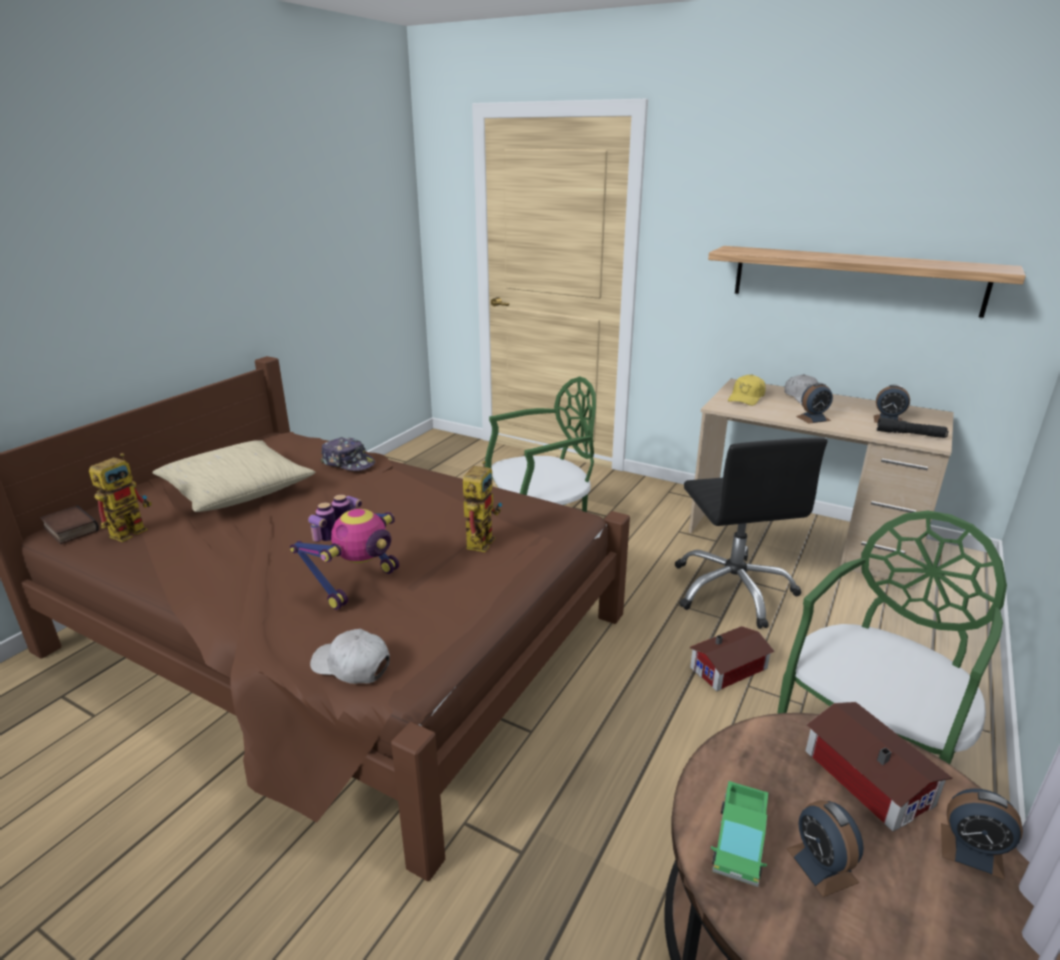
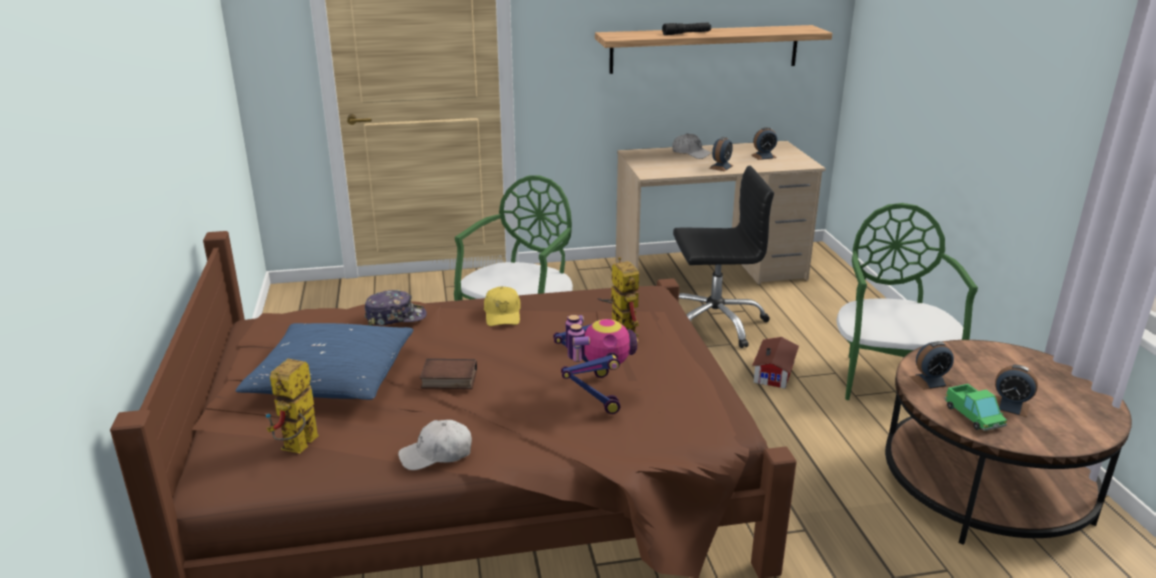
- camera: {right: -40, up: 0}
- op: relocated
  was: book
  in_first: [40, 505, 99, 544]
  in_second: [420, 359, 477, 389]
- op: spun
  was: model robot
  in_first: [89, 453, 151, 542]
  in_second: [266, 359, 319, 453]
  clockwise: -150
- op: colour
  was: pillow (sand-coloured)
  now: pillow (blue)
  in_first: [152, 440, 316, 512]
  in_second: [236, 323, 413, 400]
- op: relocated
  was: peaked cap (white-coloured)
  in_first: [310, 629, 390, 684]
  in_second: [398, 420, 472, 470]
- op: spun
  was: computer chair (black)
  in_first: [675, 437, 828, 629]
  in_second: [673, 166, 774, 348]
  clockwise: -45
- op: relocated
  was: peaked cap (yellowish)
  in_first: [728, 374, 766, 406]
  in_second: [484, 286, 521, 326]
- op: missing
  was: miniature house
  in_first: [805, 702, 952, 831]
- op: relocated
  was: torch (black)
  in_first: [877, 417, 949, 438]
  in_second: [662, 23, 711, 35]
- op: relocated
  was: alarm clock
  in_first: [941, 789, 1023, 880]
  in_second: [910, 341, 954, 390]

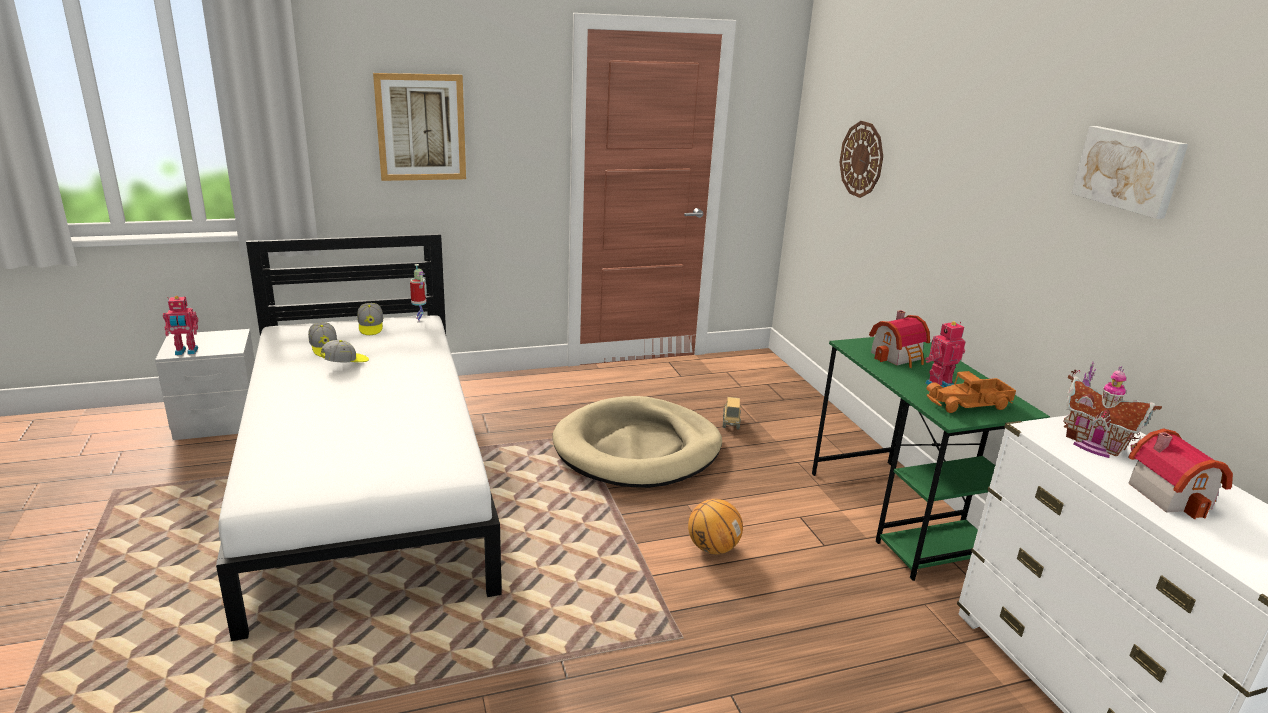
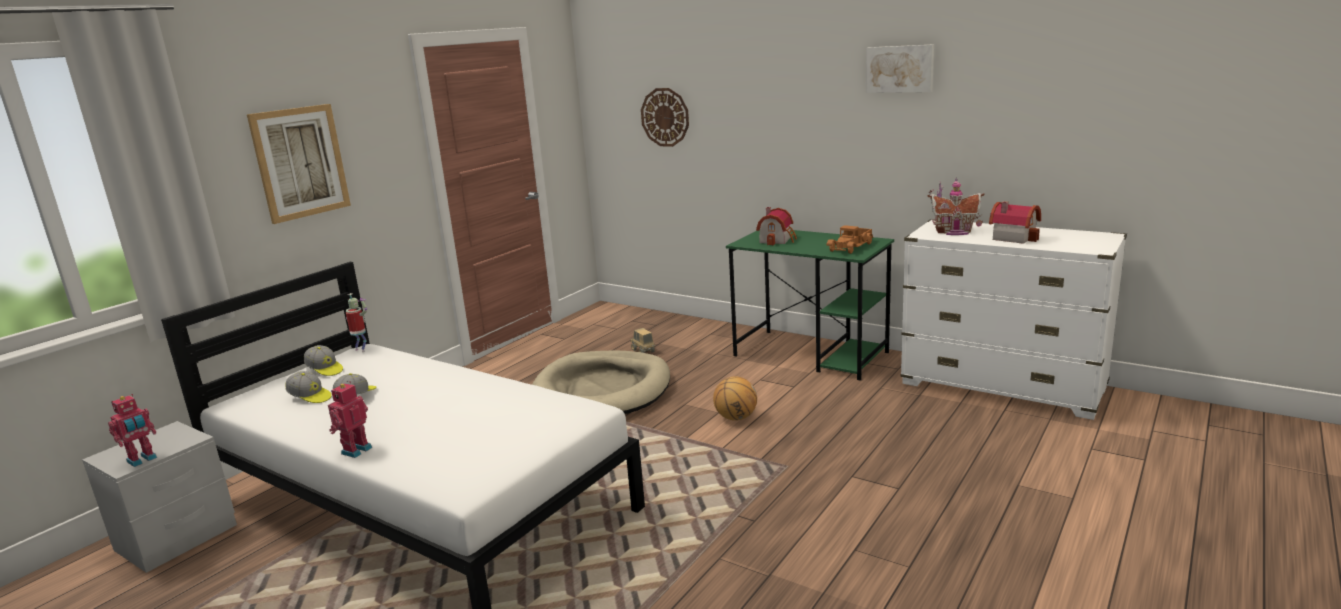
- camera: {right: -35, up: -5}
- op: relocated
  was: model robot
  in_first: [925, 321, 966, 388]
  in_second: [328, 381, 372, 458]

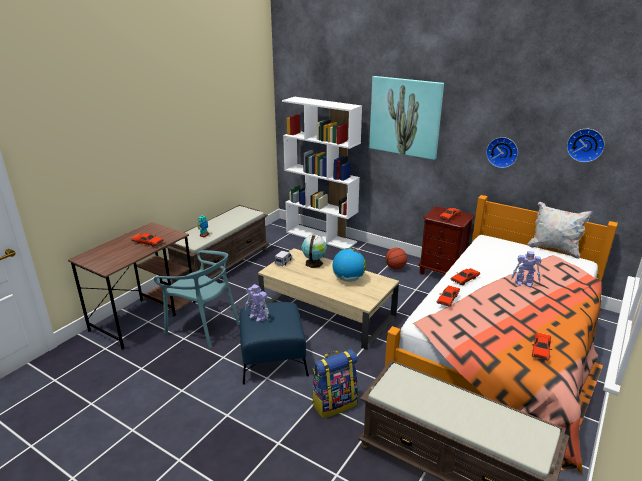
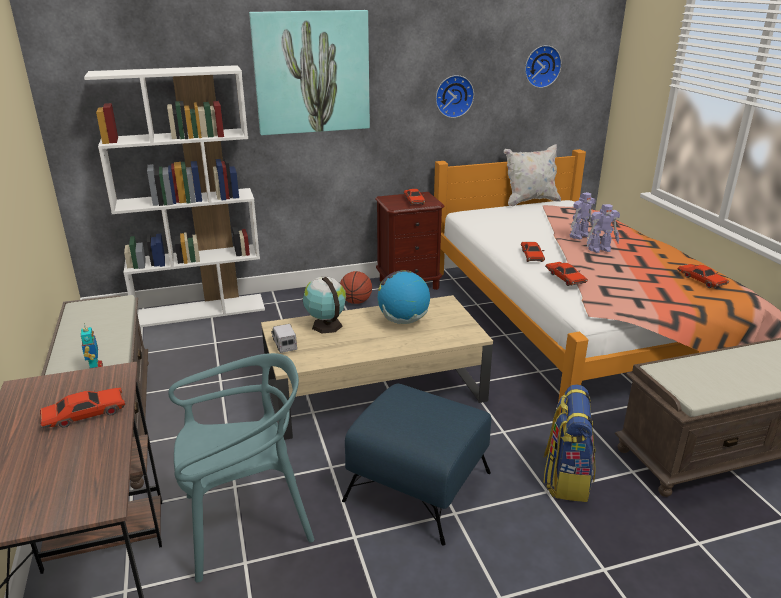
- camera: {right: -50, up: 0}
- op: relocated
  was: model robot
  in_first: [245, 284, 269, 322]
  in_second: [587, 204, 620, 253]

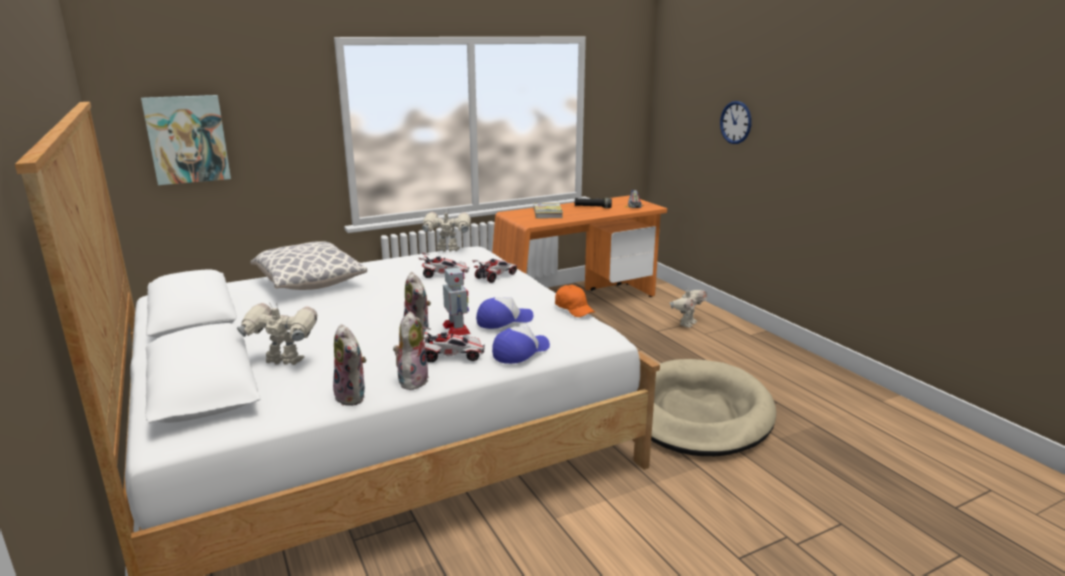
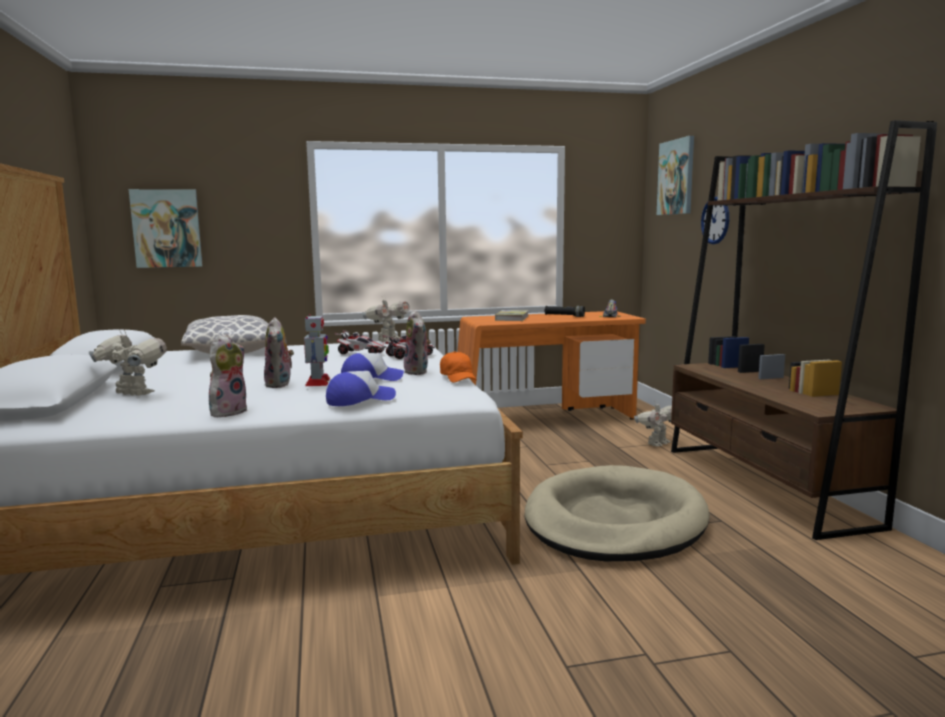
- camera: {right: 15, up: -10}
- op: relocated
  was: soft toy
  in_first: [333, 324, 366, 406]
  in_second: [404, 310, 431, 375]
- op: spun
  was: model robot
  in_first: [422, 212, 471, 252]
  in_second: [362, 297, 410, 342]
  clockwise: 105
- op: missing
  was: model car
  in_first: [423, 327, 485, 362]
- op: appeared
  now: picture
  in_second: [657, 136, 694, 215]
- op: appeared
  now: bookshelf (brown)
  in_second: [671, 120, 937, 540]

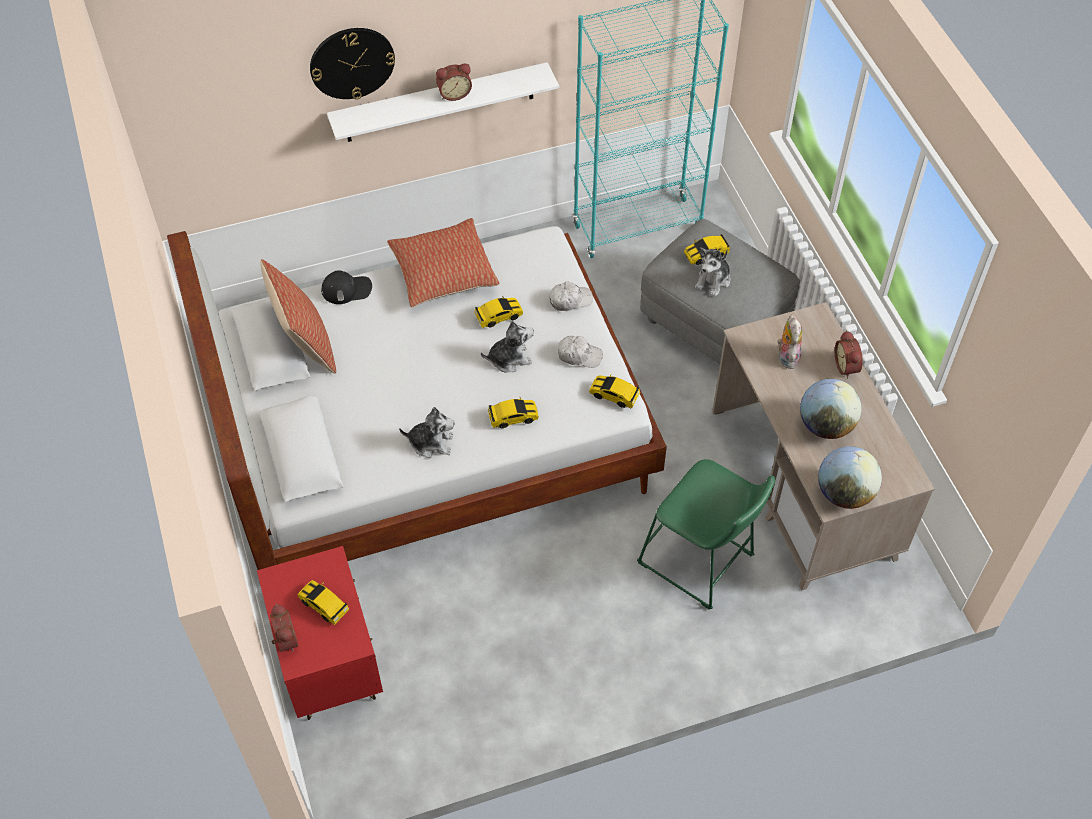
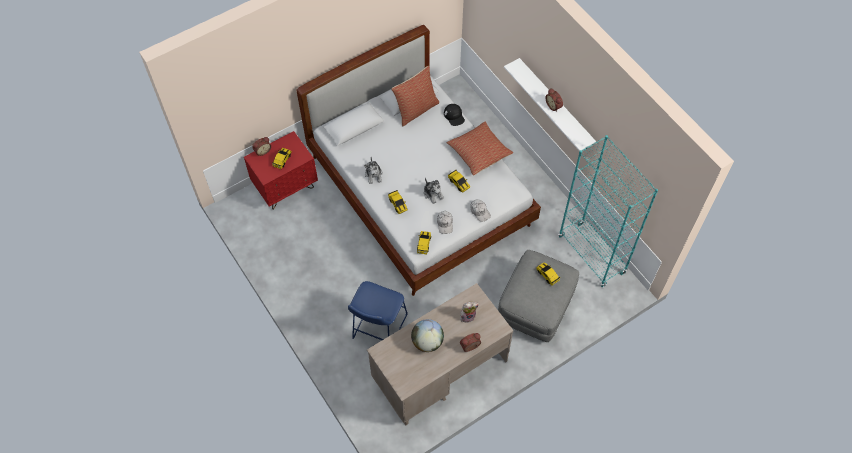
- camera: {right: 75, up: 5}
- op: missing
  was: hanging clock
  in_first: [310, 28, 395, 100]
- op: colour
  was: sitting stool (greenish)
  now: sitting stool (blue)
  in_first: [637, 459, 775, 610]
  in_second: [348, 281, 408, 340]
- op: missing
  was: soft toy
  in_first: [695, 247, 730, 297]
- op: missing
  was: world globe
  in_first: [818, 446, 882, 509]

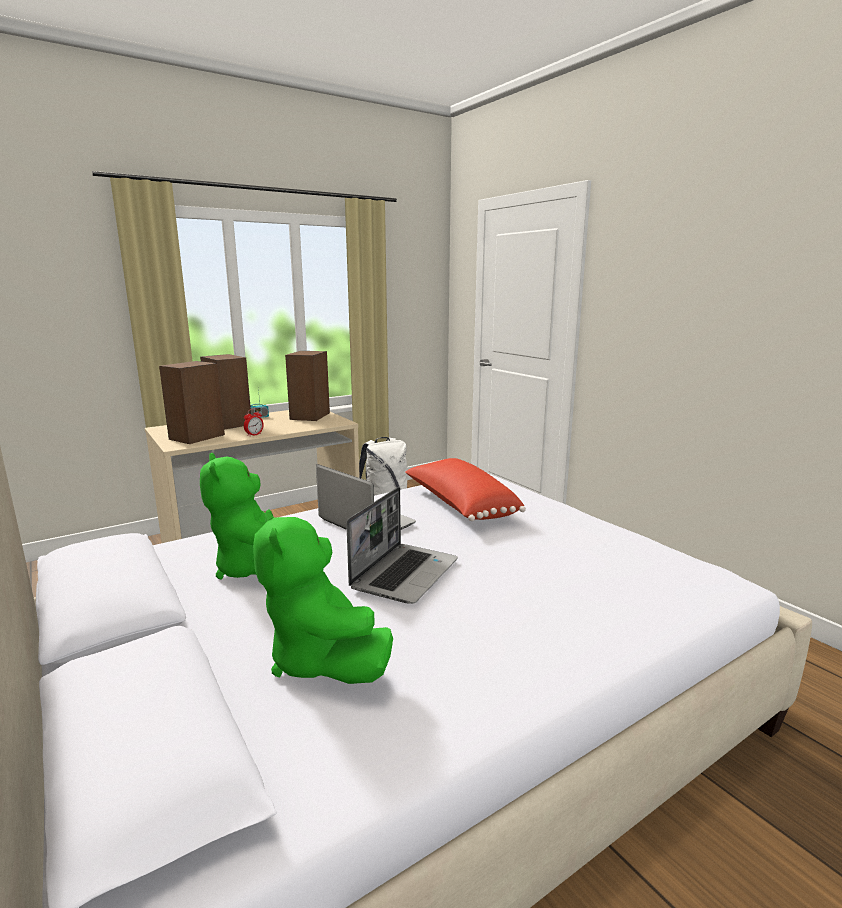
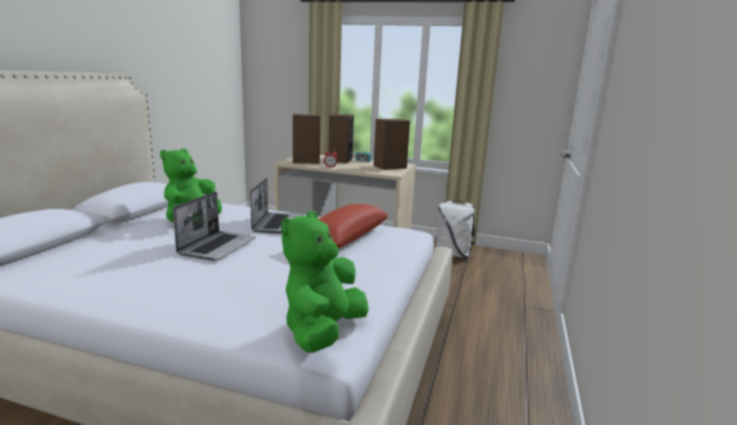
- camera: {right: 50, up: 0}
- op: relocated
  was: soft toy (greenish)
  in_first: [253, 509, 393, 684]
  in_second: [281, 211, 369, 353]
- op: spun
  was: portable computer
  in_first: [346, 487, 458, 604]
  in_second: [173, 192, 256, 261]
  clockwise: -60

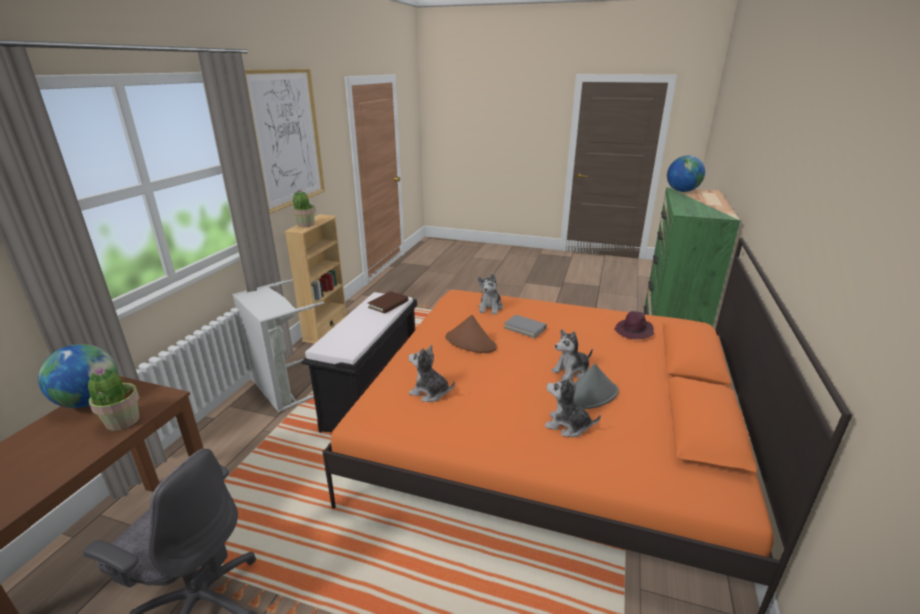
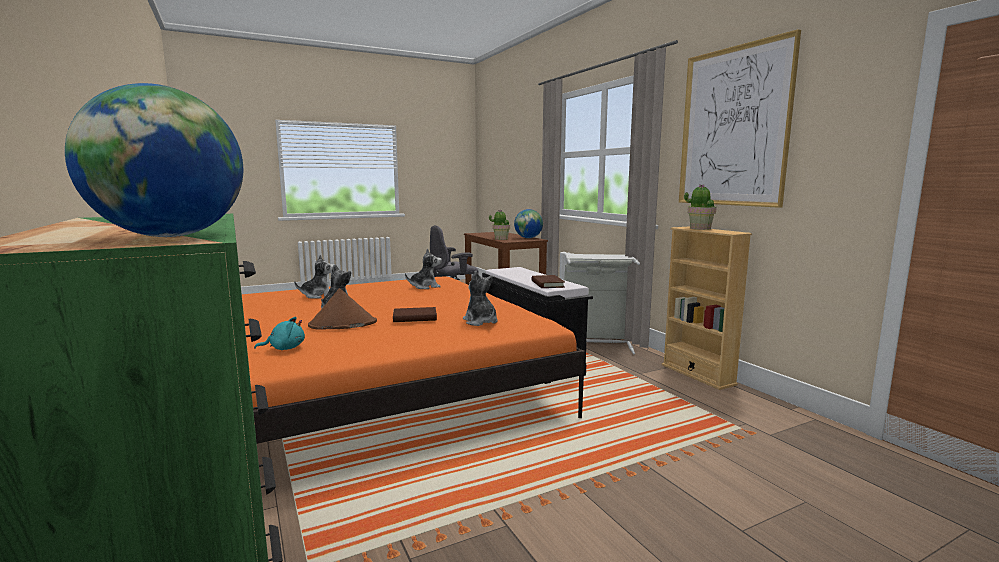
- camera: {right: 135, up: -15}
- op: relocated
  was: wearable hat (brown)
  in_first: [445, 315, 497, 353]
  in_second: [308, 288, 377, 330]
- op: colour
  was: book (greyish)
  now: book (brown)
  in_first: [504, 315, 547, 338]
  in_second: [393, 307, 437, 322]
- op: missing
  was: wearable hat (greyish)
  in_first: [573, 364, 619, 409]
- op: exchanged
  was: wearable hat (purplish)
  now: soft toy (blue-green)
  in_first: [614, 311, 654, 339]
  in_second: [254, 317, 305, 350]

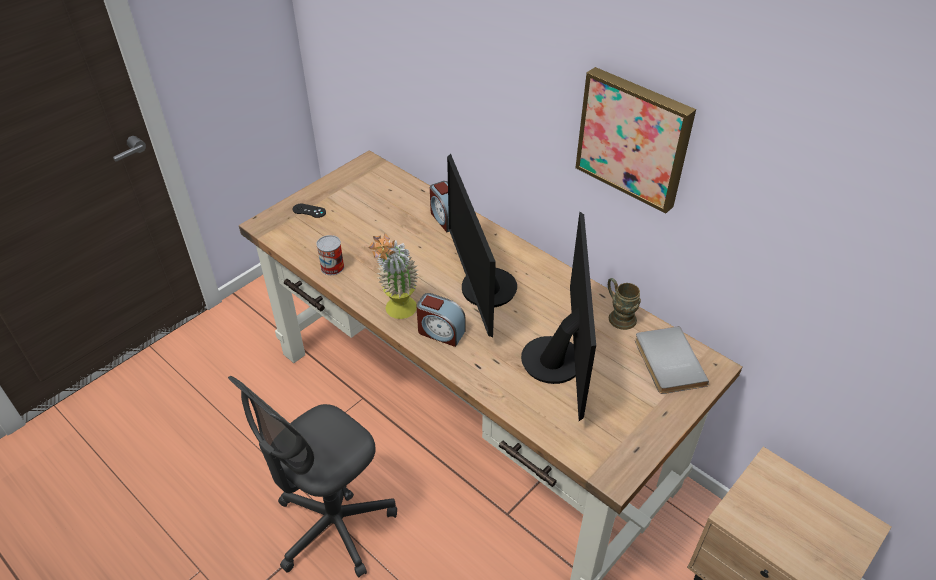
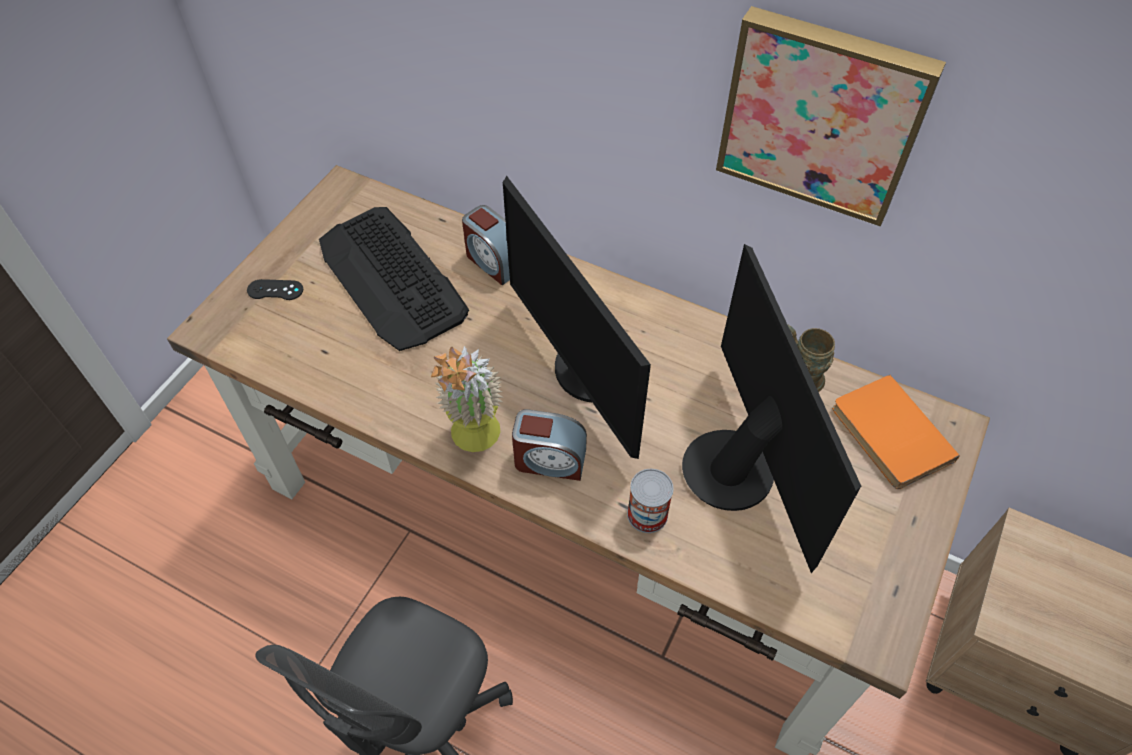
- camera: {right: -15, up: 10}
- op: relocated
  was: sealed can
  in_first: [316, 235, 344, 275]
  in_second: [627, 469, 674, 533]
- op: colour
  was: book (greyish)
  now: book (orange-coloured)
  in_first: [635, 326, 709, 394]
  in_second: [832, 375, 960, 489]
- op: appeared
  now: keyboard
  in_second: [319, 207, 469, 351]

